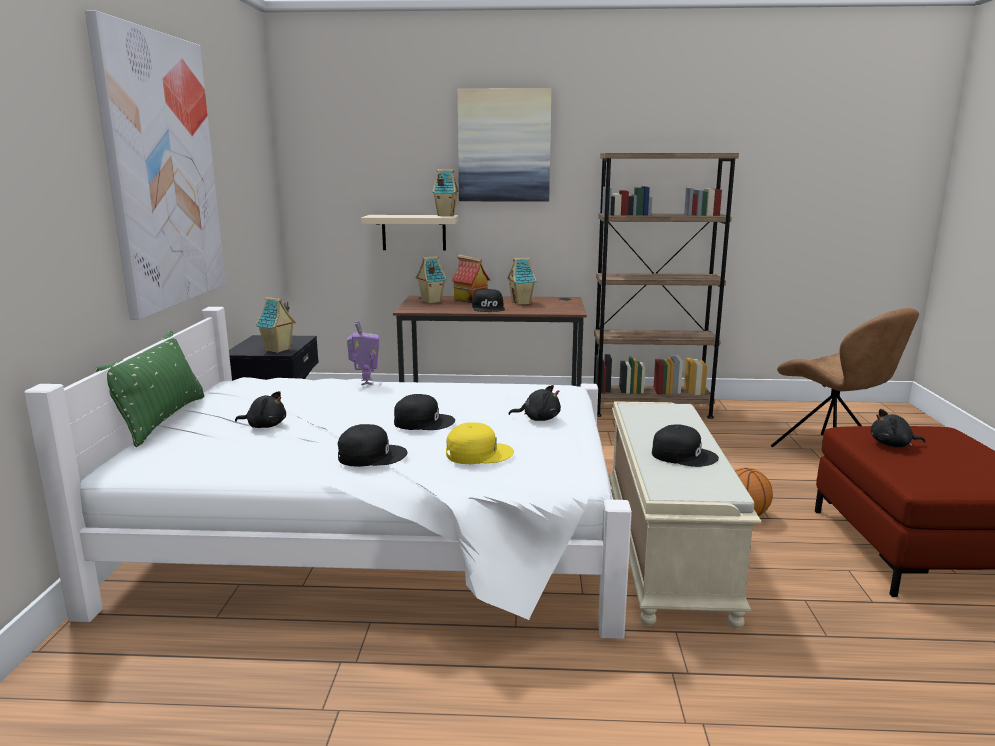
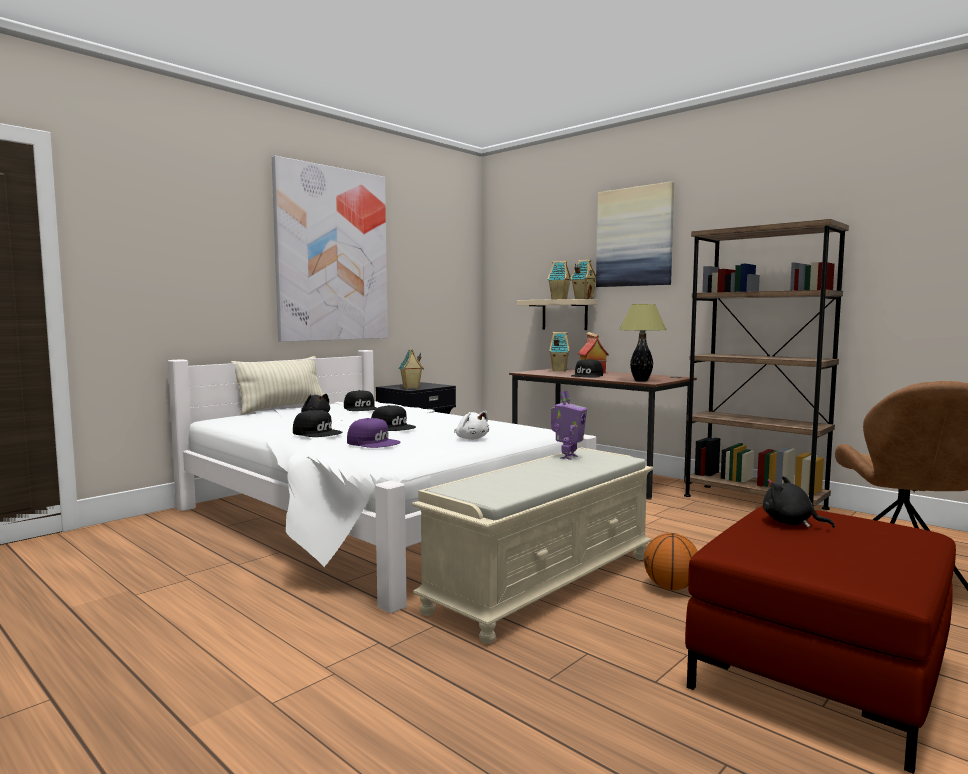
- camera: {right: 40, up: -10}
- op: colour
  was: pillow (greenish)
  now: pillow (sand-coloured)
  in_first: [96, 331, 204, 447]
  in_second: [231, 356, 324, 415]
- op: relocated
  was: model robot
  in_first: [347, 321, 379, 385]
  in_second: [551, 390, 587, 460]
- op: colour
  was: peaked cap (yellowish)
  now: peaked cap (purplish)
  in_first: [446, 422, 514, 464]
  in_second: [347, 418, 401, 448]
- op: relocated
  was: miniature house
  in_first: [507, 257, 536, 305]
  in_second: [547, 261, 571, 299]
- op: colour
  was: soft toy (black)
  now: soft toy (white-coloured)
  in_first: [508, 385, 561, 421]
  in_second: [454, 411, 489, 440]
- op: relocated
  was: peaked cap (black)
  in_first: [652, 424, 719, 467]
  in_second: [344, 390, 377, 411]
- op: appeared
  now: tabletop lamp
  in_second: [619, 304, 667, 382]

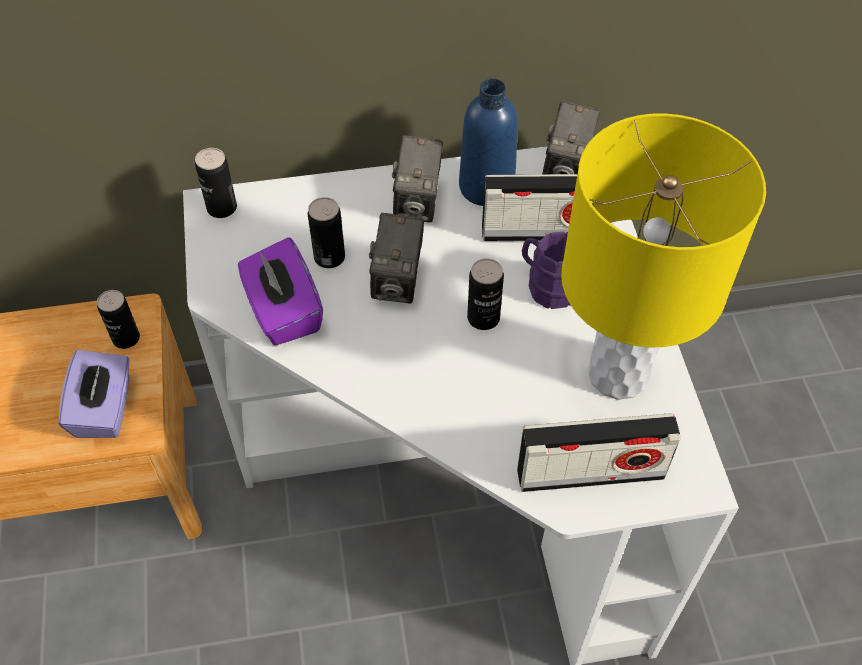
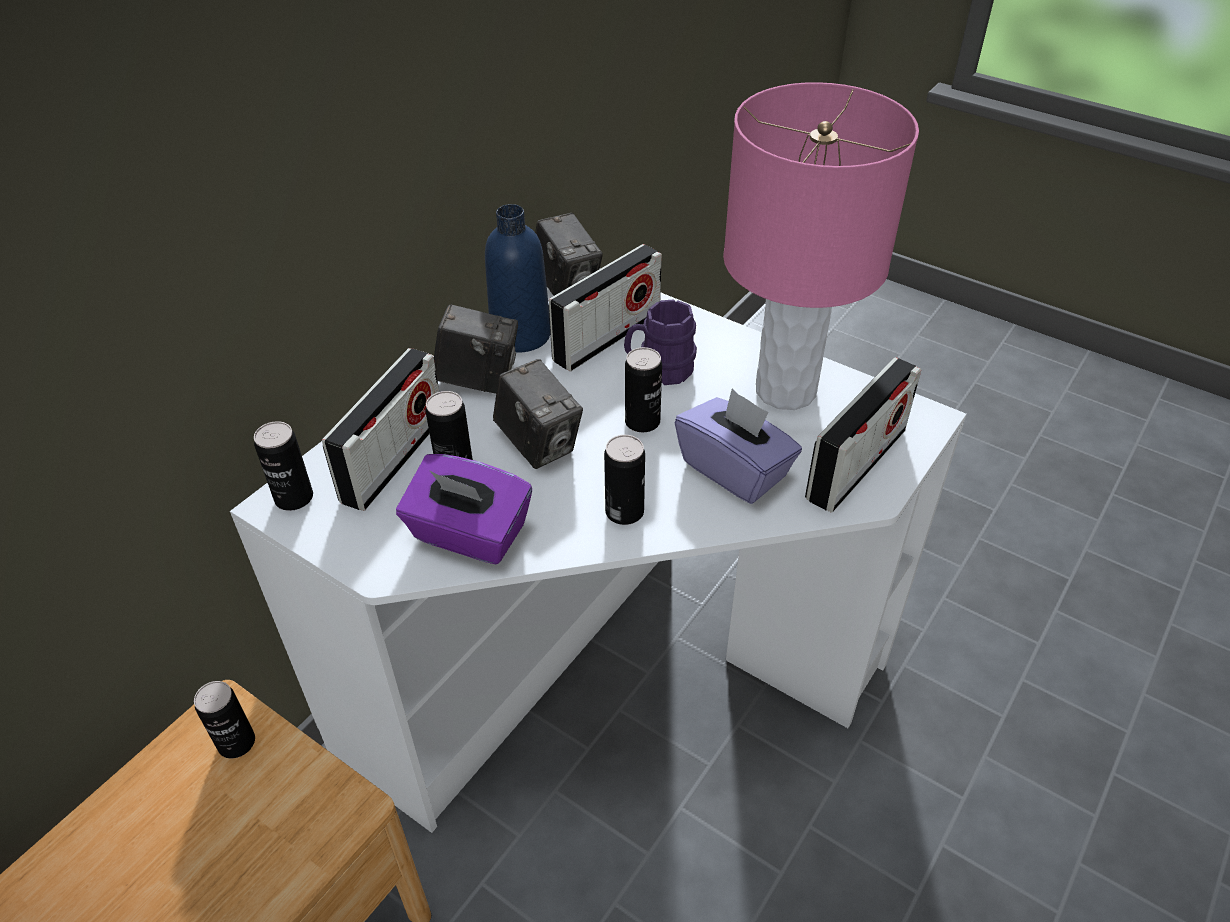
- camera: {right: -45, up: -10}
- op: relocated
  was: box of tissues (purplish)
  in_first: [59, 350, 129, 438]
  in_second: [675, 389, 802, 504]
- op: spun
  was: still camera
  in_first: [392, 135, 443, 222]
  in_second: [434, 304, 518, 394]
  clockwise: -45
- op: colour
  was: tabletop lamp (yellowish)
  now: tabletop lamp (pinkish)
  in_first: [561, 113, 766, 400]
  in_second: [723, 82, 919, 410]
- op: appeared
  now: radio receiver
  in_second: [322, 348, 439, 511]
- op: appeared
  now: sealed can
  in_second: [604, 435, 645, 525]

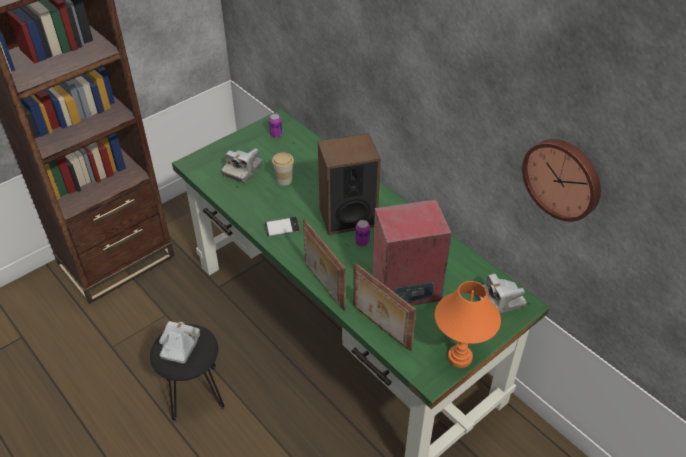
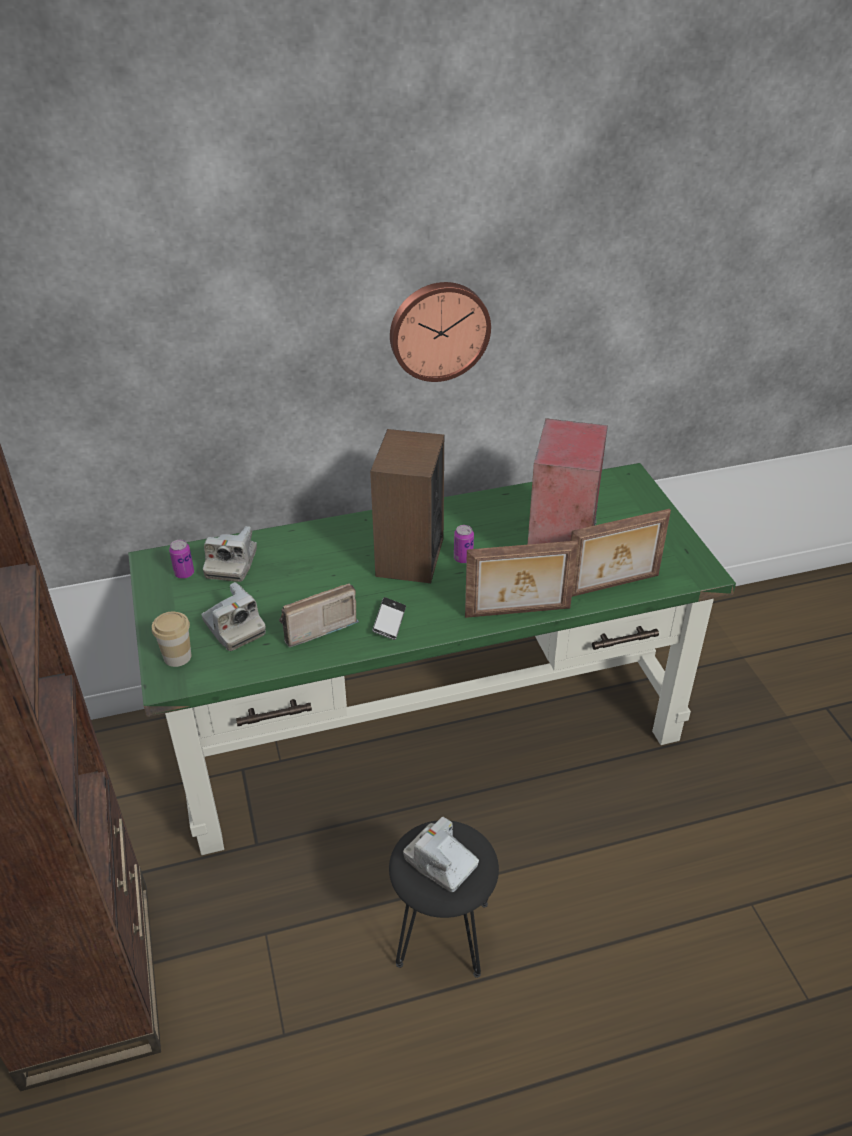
- camera: {right: -65, up: -5}
- op: relocated
  was: small cup
  in_first: [272, 152, 294, 186]
  in_second: [152, 612, 191, 667]
- op: missing
  was: tabletop lamp (orange-coloured)
  in_first: [435, 281, 501, 368]
- op: relocated
  was: still camera
  in_first: [476, 273, 527, 313]
  in_second: [203, 526, 257, 582]
- op: relocated
  was: hanging clock
  in_first: [522, 139, 601, 222]
  in_second: [390, 282, 491, 382]
- op: appeared
  now: radio receiver
  in_second: [279, 583, 359, 647]

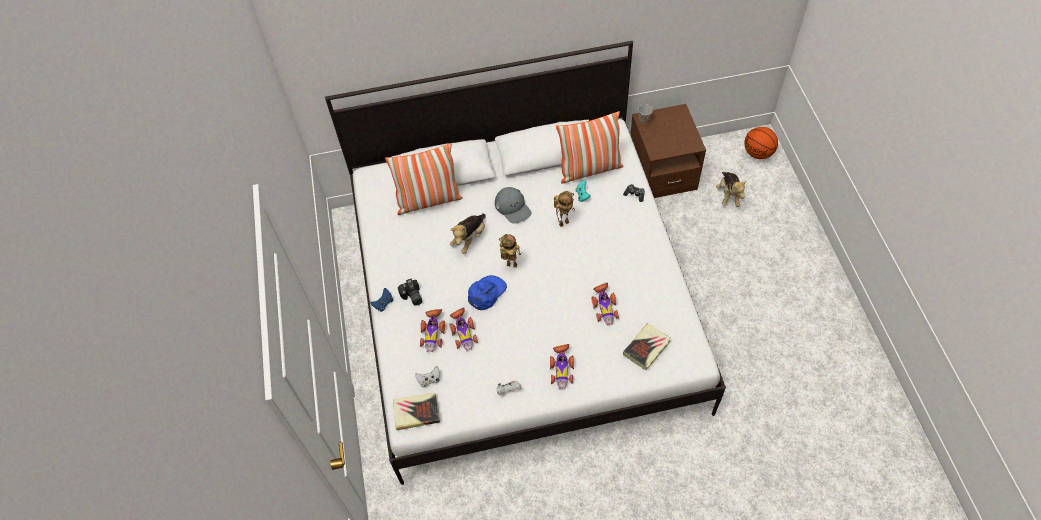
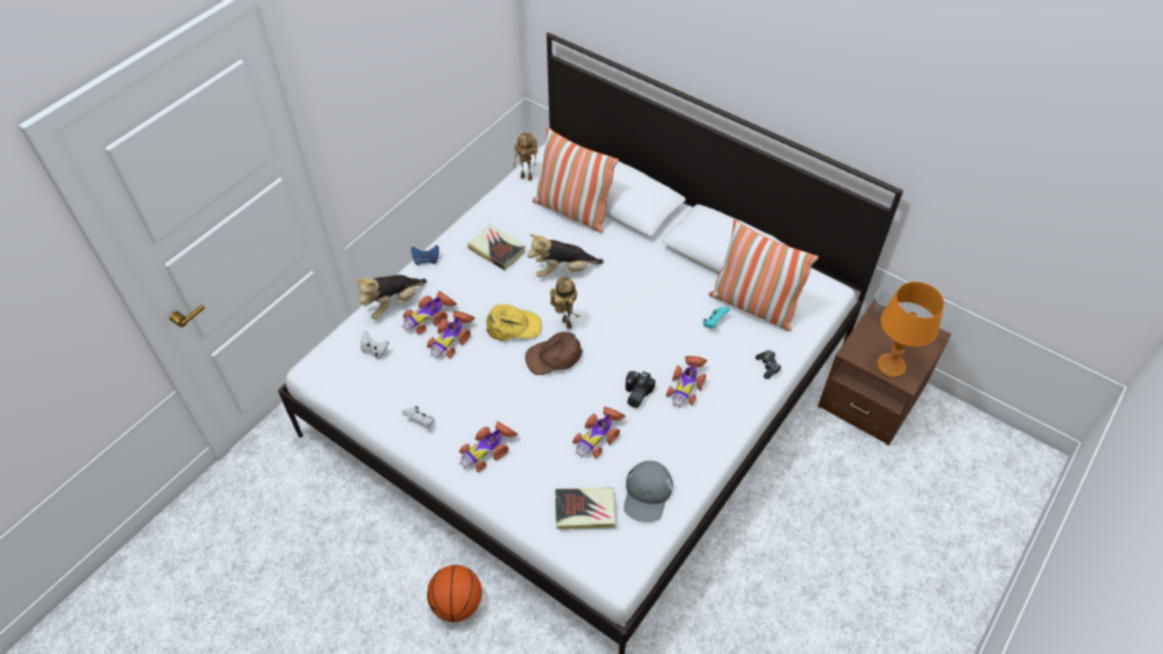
- camera: {right: 45, up: -5}
- op: relocated
  was: book
  in_first: [393, 393, 440, 431]
  in_second: [468, 224, 526, 271]
- op: relocated
  was: still camera
  in_first: [398, 278, 422, 306]
  in_second: [625, 371, 655, 408]
- op: colour
  was: peaked cap (blue)
  now: peaked cap (yellowish)
  in_first: [468, 275, 507, 310]
  in_second: [486, 304, 542, 341]
- op: relocated
  was: peaked cap (greyish)
  in_first: [495, 187, 531, 224]
  in_second: [624, 461, 673, 522]
- op: relocated
  was: model robot
  in_first: [554, 191, 575, 227]
  in_second: [513, 133, 537, 181]
- op: relocated
  was: soft toy
  in_first: [716, 172, 746, 207]
  in_second: [354, 275, 427, 319]
- op: relocated
  was: basketball
  in_first: [744, 127, 778, 159]
  in_second: [427, 565, 482, 622]
- op: appeared
  now: peaked cap (brown)
  in_second: [525, 332, 582, 375]
- op: appeared
  now: model car
  in_second: [666, 356, 707, 408]
- op: appeared
  now: tabletop lamp (orange-coloured)
  in_second: [876, 282, 944, 378]

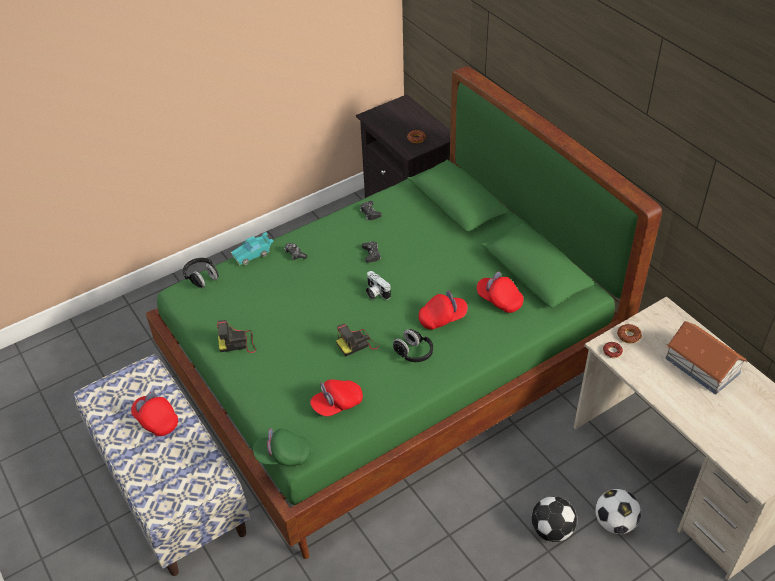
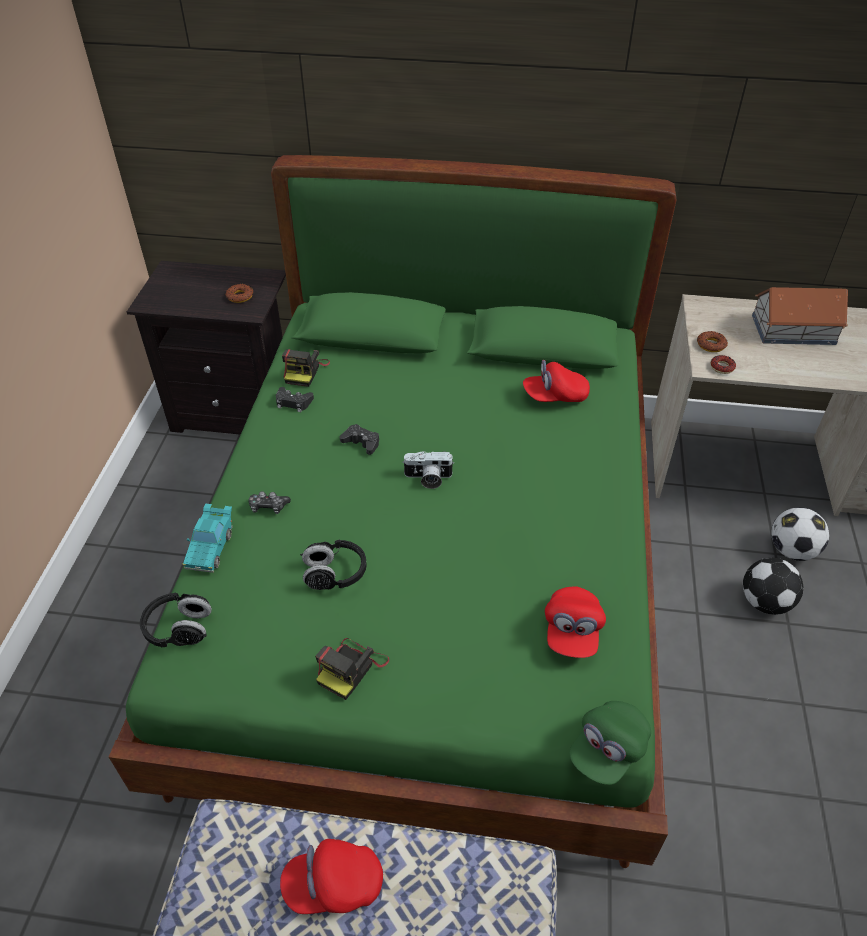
- camera: {right: -50, up: 0}
- op: relocated
  was: still camera
  in_first: [336, 323, 379, 356]
  in_second: [282, 349, 330, 387]
- op: relocated
  was: headset (black)
  in_first: [393, 329, 433, 362]
  in_second: [300, 539, 367, 590]
- op: missing
  was: peaked cap (reddish)
  in_first: [418, 290, 468, 330]

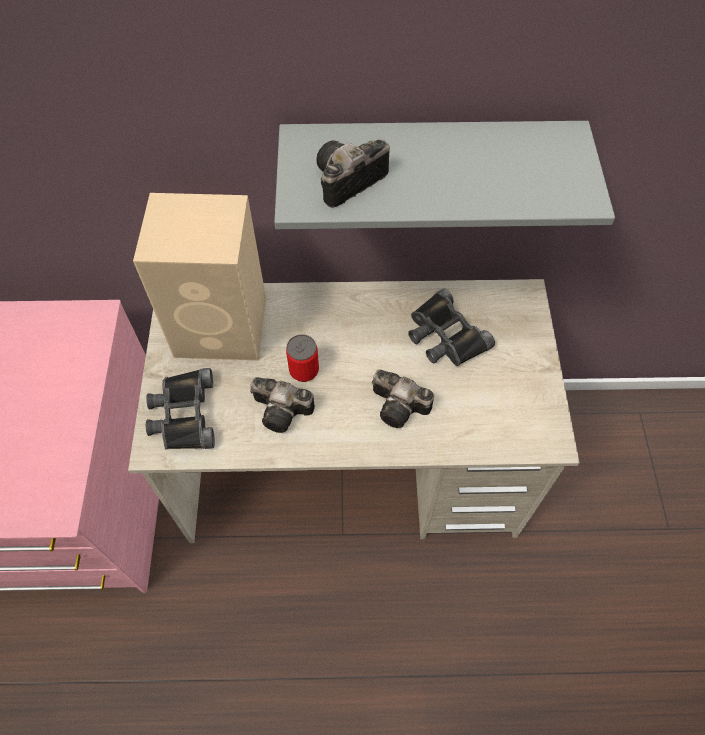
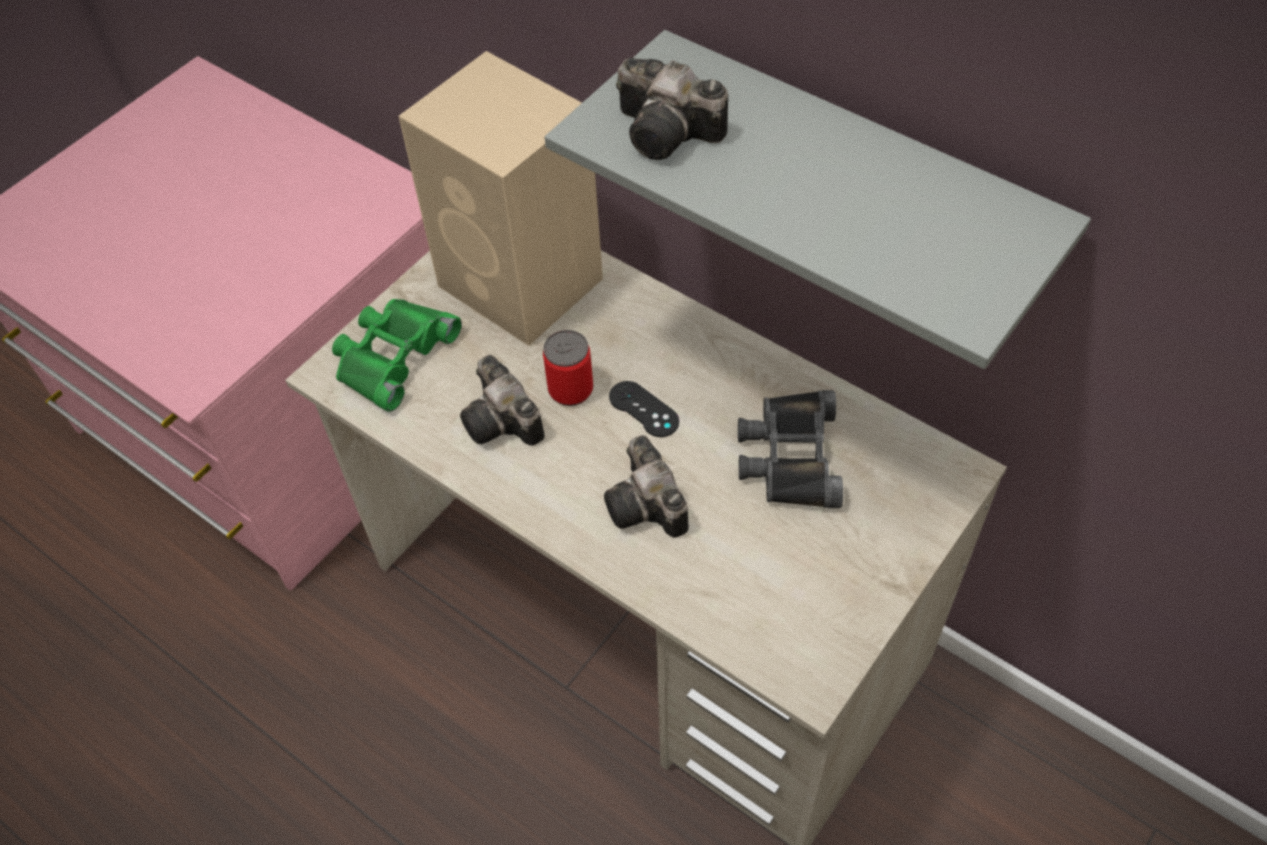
- camera: {right: 40, up: -5}
- op: colour
  was: field glasses (black)
  now: field glasses (greenish)
  in_first: [146, 368, 215, 449]
  in_second: [332, 299, 462, 412]
- op: spun
  was: still camera
  in_first: [317, 139, 390, 208]
  in_second: [616, 58, 728, 160]
  clockwise: -150
- op: appeared
  now: joypad (black)
  in_second: [609, 381, 679, 437]

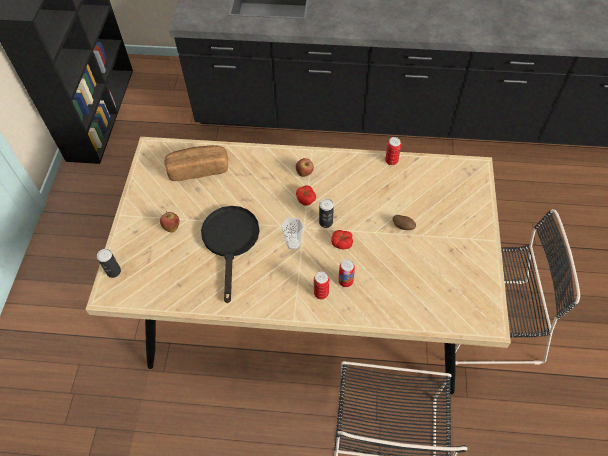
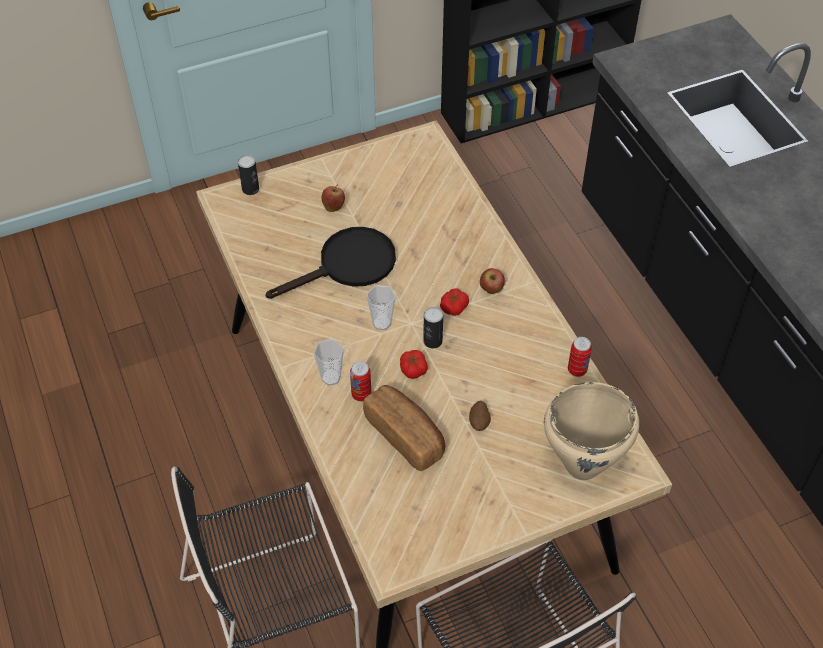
- camera: {right: 60, up: -5}
- op: relocated
  was: baked bread
  in_first: [165, 145, 228, 181]
  in_second: [363, 385, 446, 471]
- op: exchanged
  was: sealed can
  now: small cup
  in_first: [314, 271, 329, 299]
  in_second: [314, 339, 344, 386]
- op: appeared
  now: cooking pot (sand-coloured)
  in_second: [544, 382, 639, 480]

